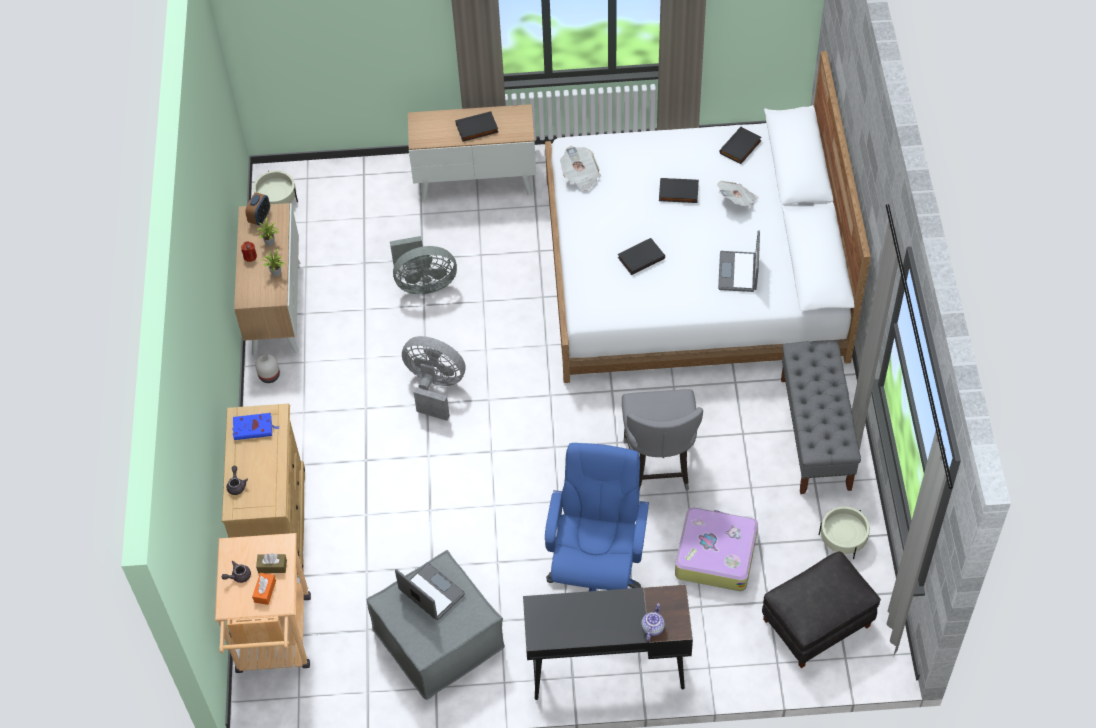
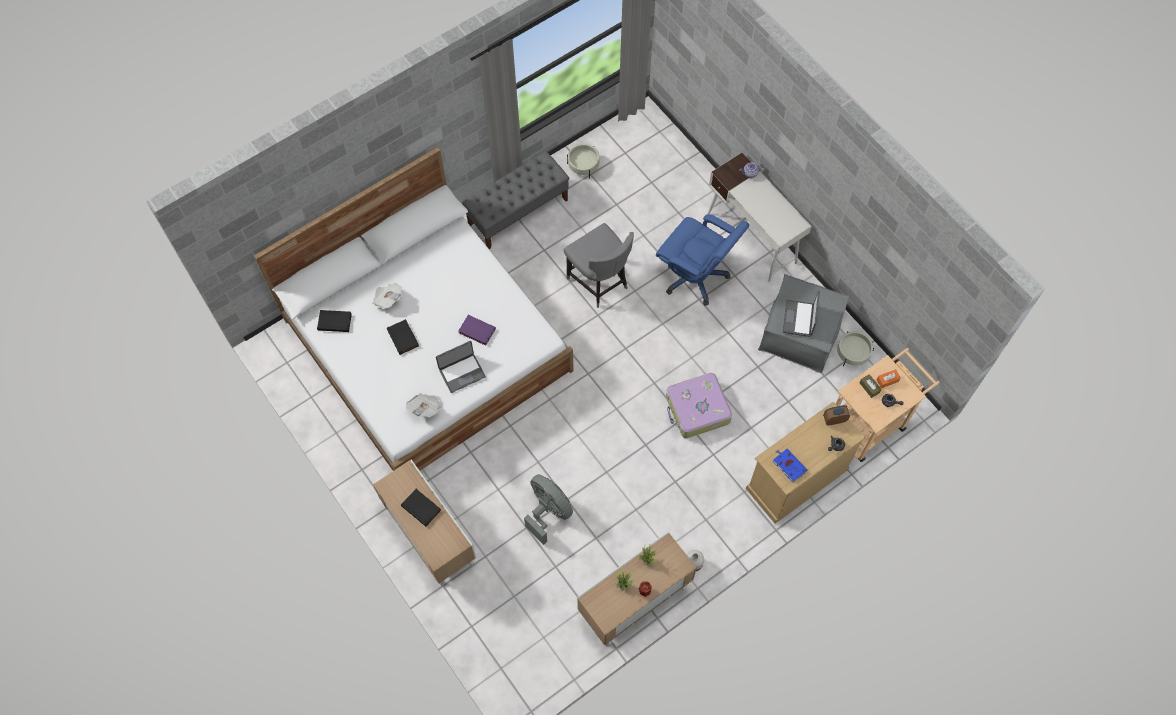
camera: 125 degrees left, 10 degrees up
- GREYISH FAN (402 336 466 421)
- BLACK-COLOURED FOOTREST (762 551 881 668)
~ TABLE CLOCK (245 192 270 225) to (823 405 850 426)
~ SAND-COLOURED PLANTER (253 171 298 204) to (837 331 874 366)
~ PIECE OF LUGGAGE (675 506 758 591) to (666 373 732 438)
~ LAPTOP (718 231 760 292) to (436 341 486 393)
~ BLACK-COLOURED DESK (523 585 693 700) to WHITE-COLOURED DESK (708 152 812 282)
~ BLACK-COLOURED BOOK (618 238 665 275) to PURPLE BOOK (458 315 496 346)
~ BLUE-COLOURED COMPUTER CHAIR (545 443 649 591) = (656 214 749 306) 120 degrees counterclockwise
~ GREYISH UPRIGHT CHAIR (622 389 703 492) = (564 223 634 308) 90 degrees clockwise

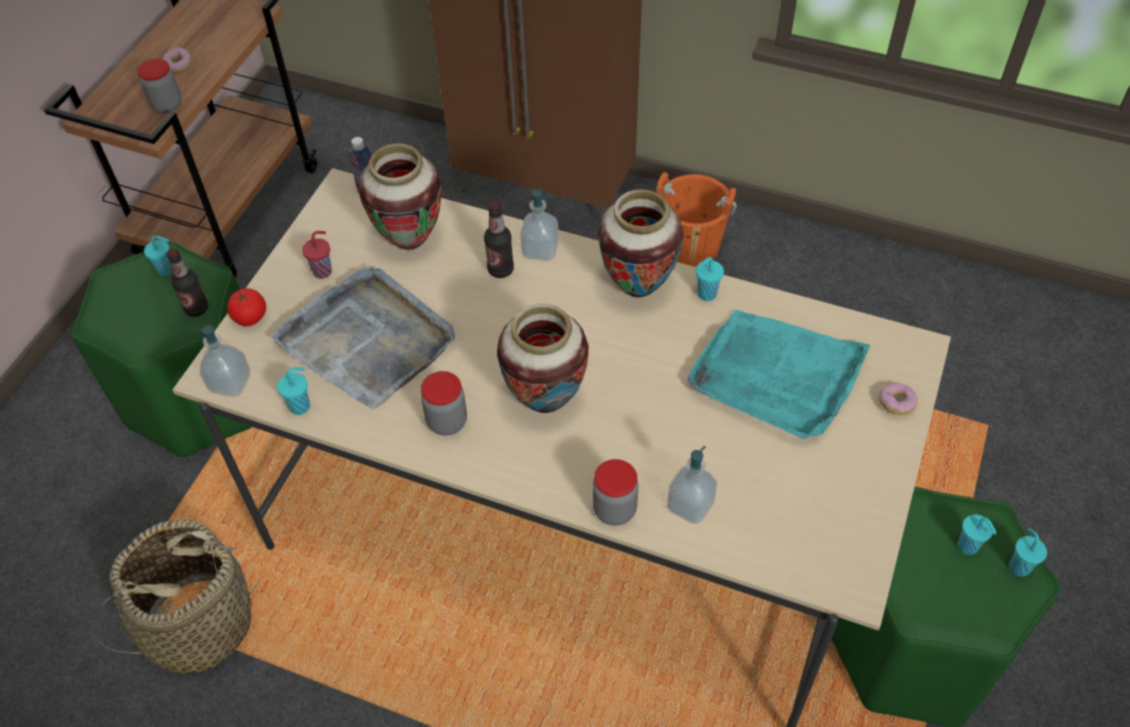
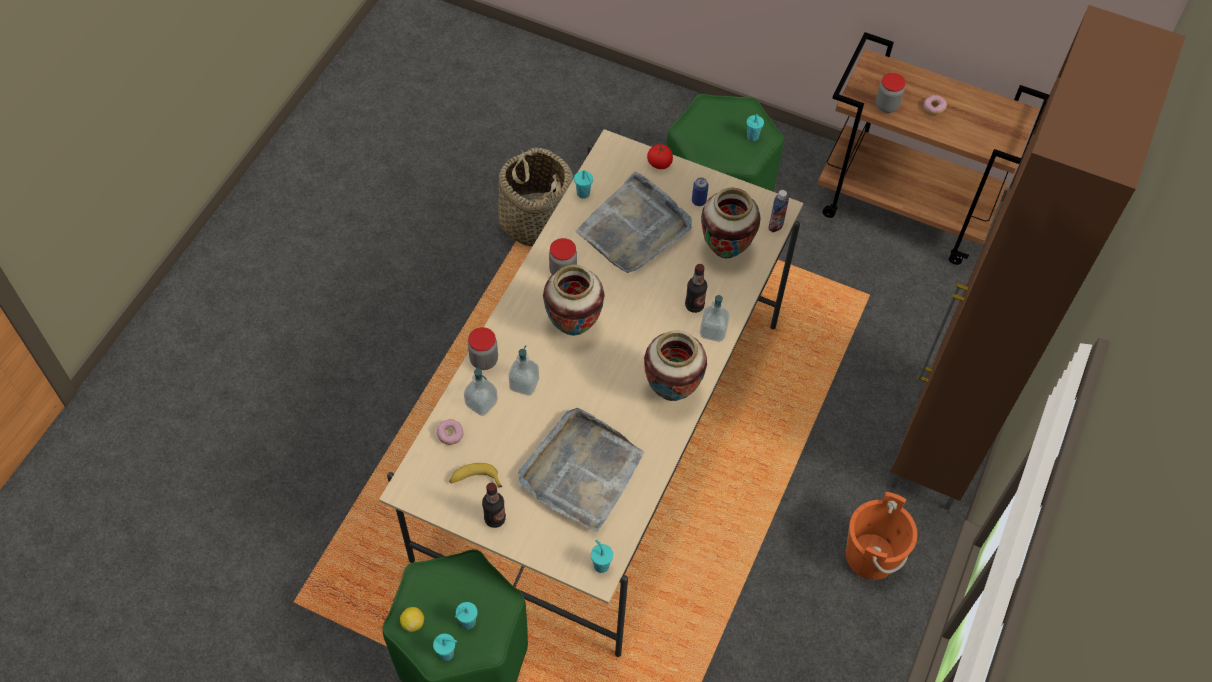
camera: 90 degrees right, 5 degrees up
+ LEMON (400 607 424 632)
+ BANANA (449 463 502 487)
~ BOTTLE (167 248 208 317) to (482 483 506 528)
~ LIQUID SOAP BOTTLE (194 325 250 397) to (509 345 539 395)
~ TURQUOISE-COLOURED SMALL CUP (696 257 724 301) to (591 540 613 573)
~ DONUT (879 383 918 415) to (437 419 463 445)
~ REDDISH SMALL CUP (302 231 332 279) to CAN (692 177 709 206)
~ TURQUOISE-COLOURED TRAY (687 310 870 439) to GREYISH TRAY (518 408 644 532)

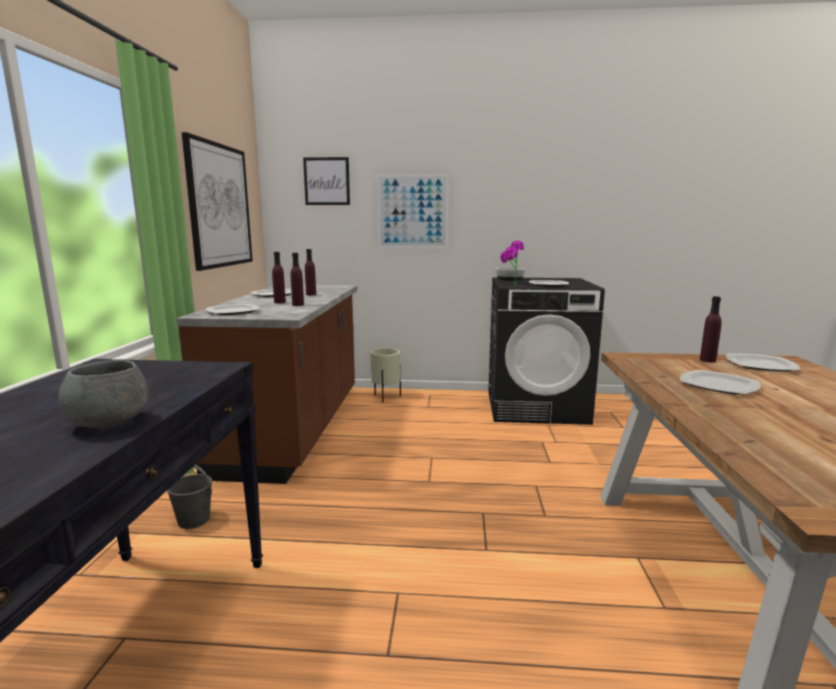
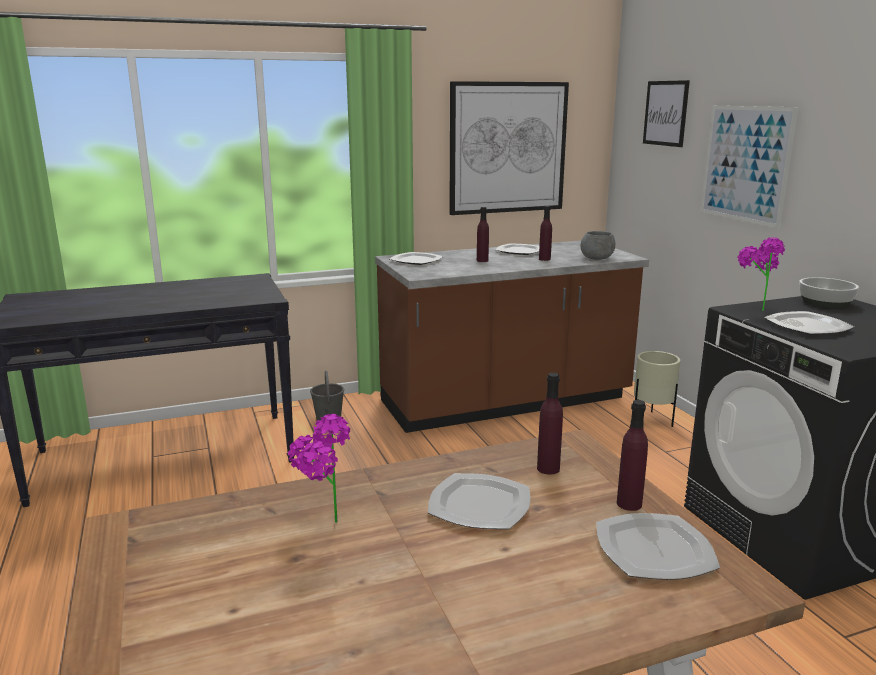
camera: 65 degrees right, 5 degrees up
+ PLANT IN A POT (288 414 350 523)
~ GREYISH DEEP DISH (58 360 149 428) to (581 231 615 260)
~ PURPLE BOTTLE (291 253 304 306) to (537 373 563 475)

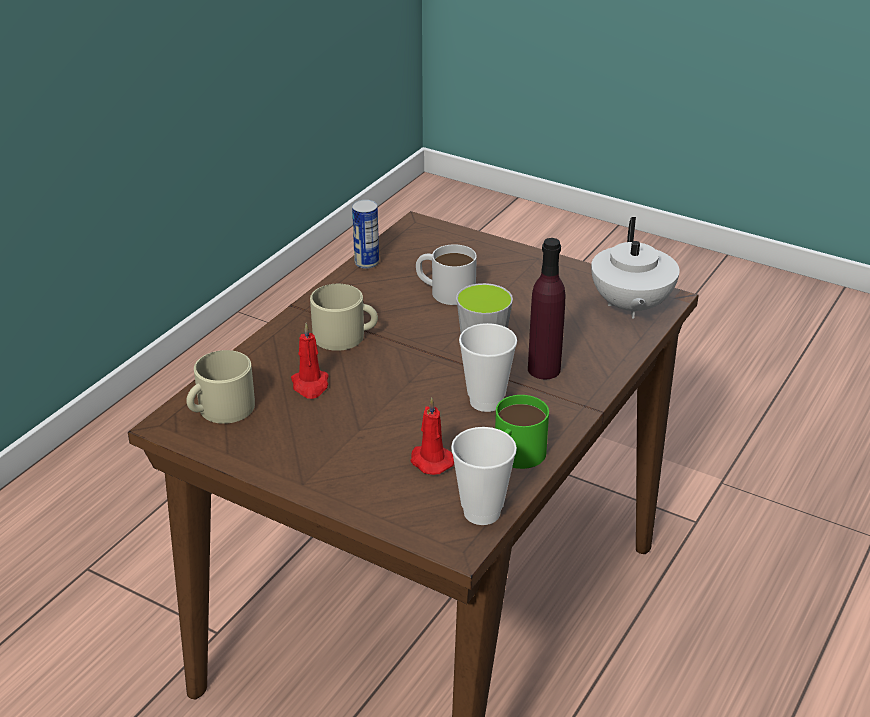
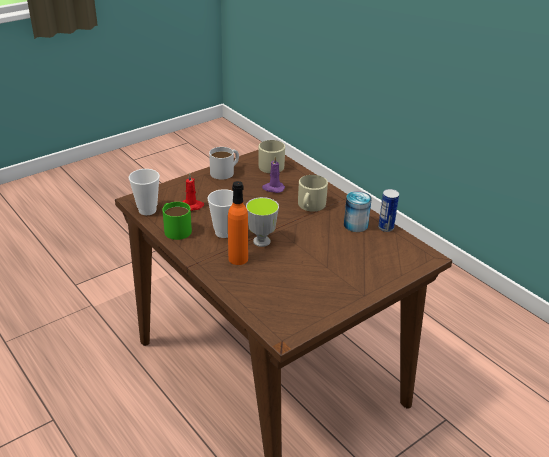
camera: 110 degrees right, 0 degrees up
- WHITE-COLOURED TEA POT (591 217 680 319)
+ CAN (344 191 372 232)
~ WHITE-COLOURED COFFEE MUG (416 244 477 305) to (209 147 239 180)
~ REDDISH WAX LIGHT (291 323 328 399) to PURPLE WAX LIGHT (262 156 285 193)
~ PURPLE BOTTLE (528 238 565 379) to ORANGE-COLOURED BOTTLE (228 181 248 265)

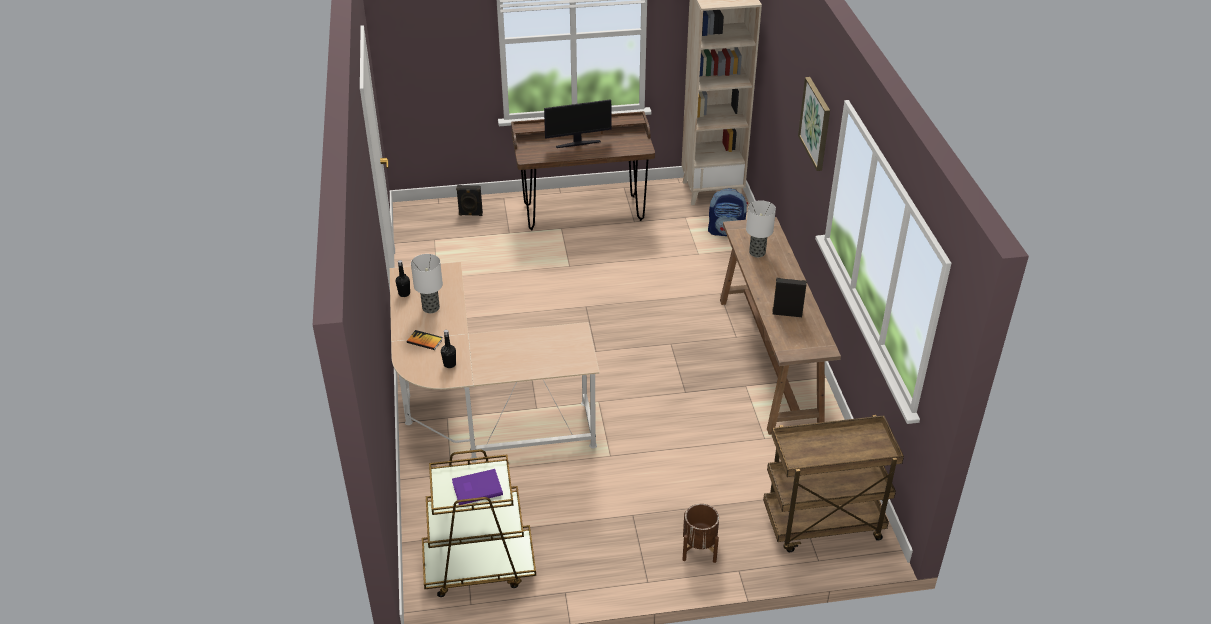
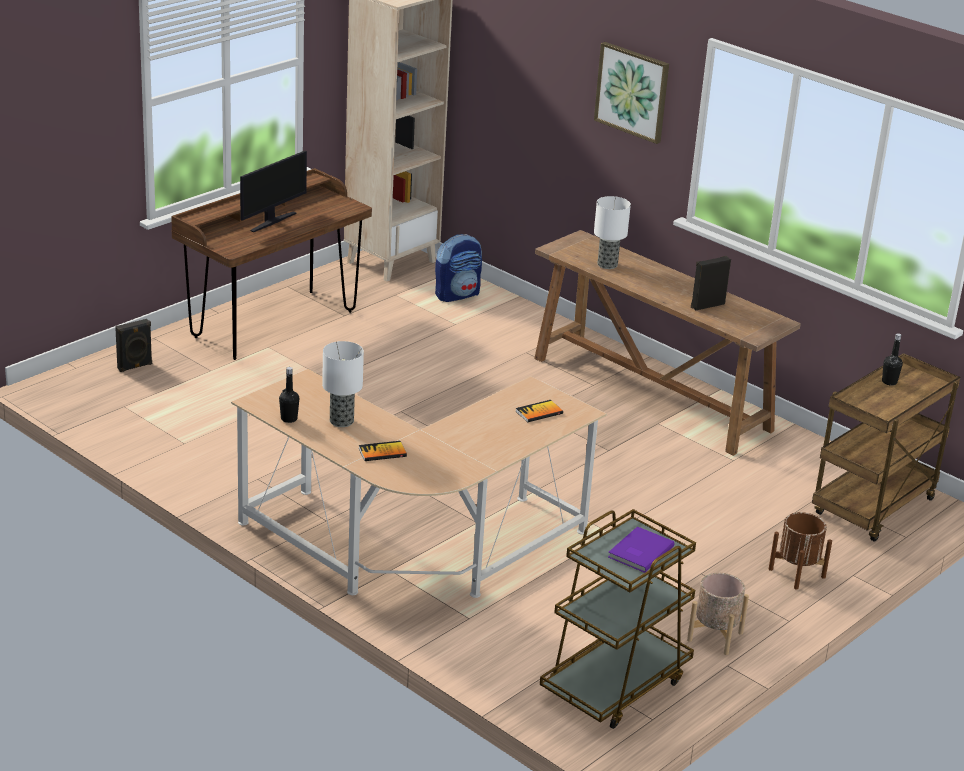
camera: 40 degrees left, 10 degrees down
+ BOOK (515 400 563 422)
+ SAND-COLOURED PLANTER (687 573 749 655)
~ BLACK-COLOURED BOTTLE (441 330 456 368) to (882 333 903 385)

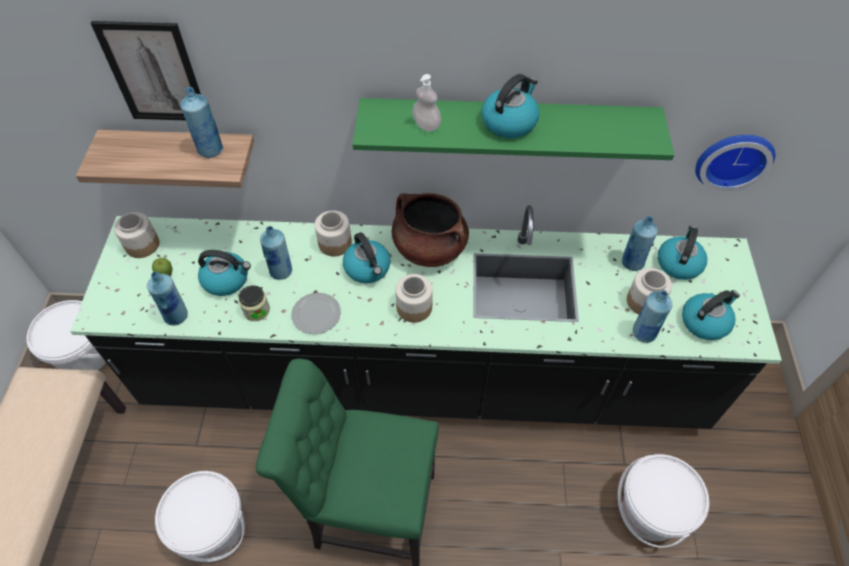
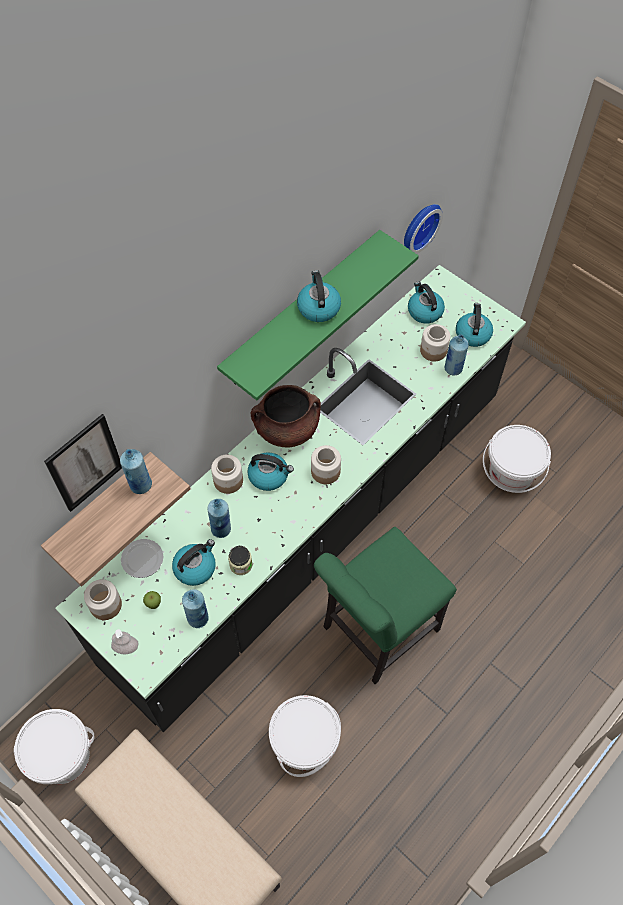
camera: 50 degrees left, 5 degrees up
- BLUE-COLOURED BOTTLE (622 216 658 271)
~ PLATE (291 293 341 334) to (121 539 163 578)
~ LIQUID SOAP BOTTLE (412 74 441 132) to (111 629 139 654)

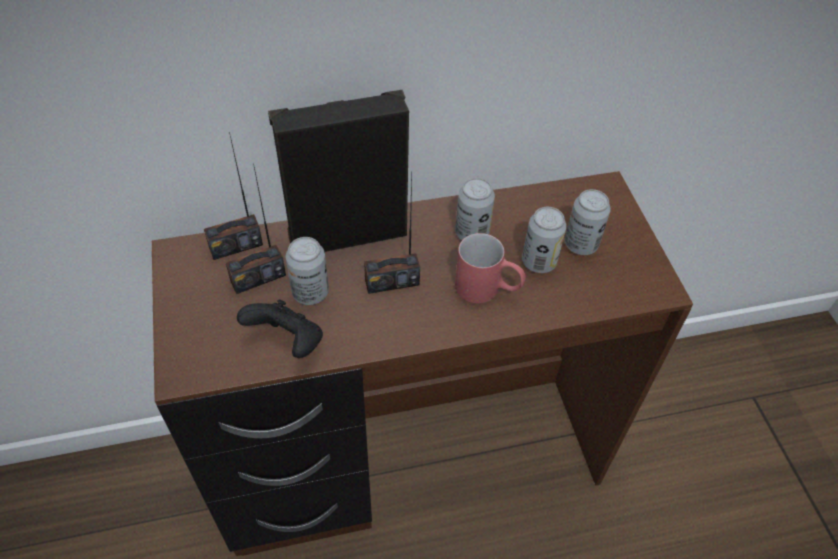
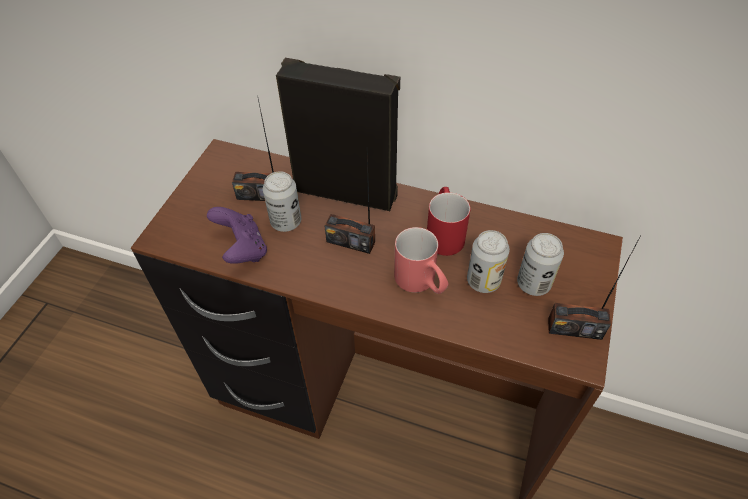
camera: 35 degrees right, 0 degrees up
~ RADIO RECEIVER (204 132 263 260) to (548 235 641 340)
~ CAN (455 178 495 240) to REDDISH COFFEE MUG (427 187 470 256)
~ BLACK-COLOURED GAMEPAD (237 300 323 358) to PURPLE GAMEPAD (207 207 267 264)

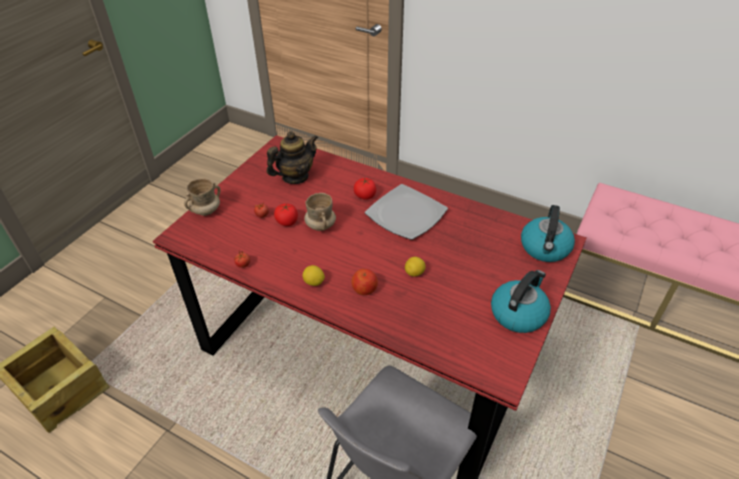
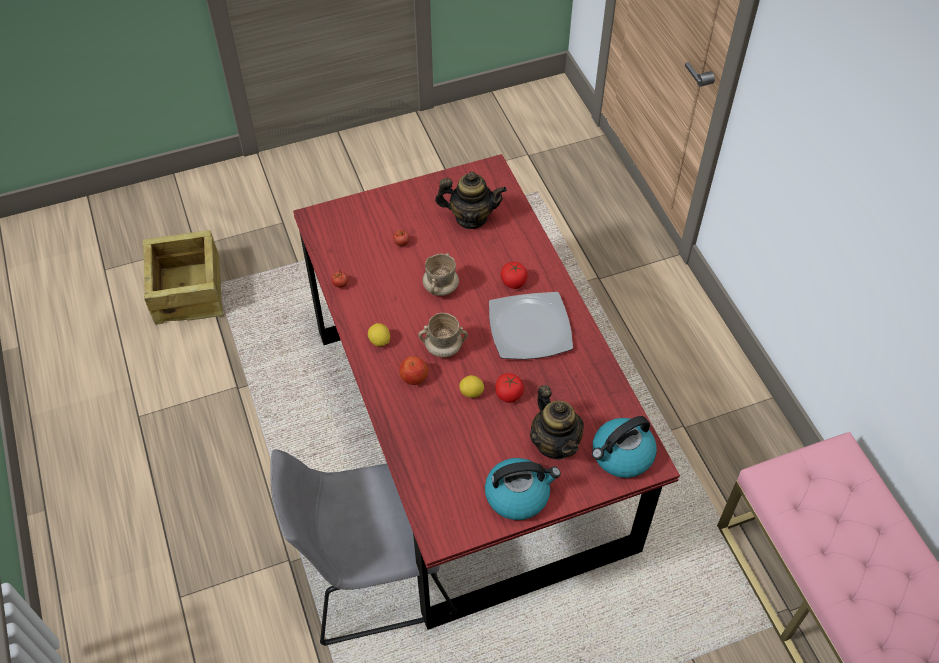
camera: 40 degrees right, 10 degrees up
+ TEA POT (530 385 584 459)
~ SAND-COLOURED COFFEE MUG (184 178 220 216) to (418 313 468 357)
~ WHOLE TOMATO (274 203 298 226) to (495 373 524 403)

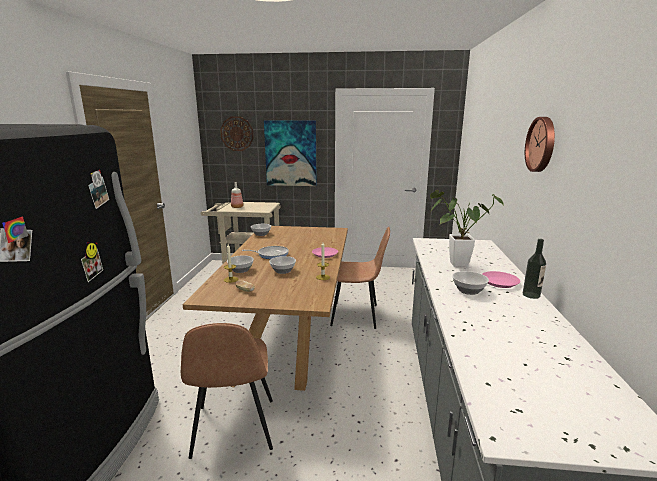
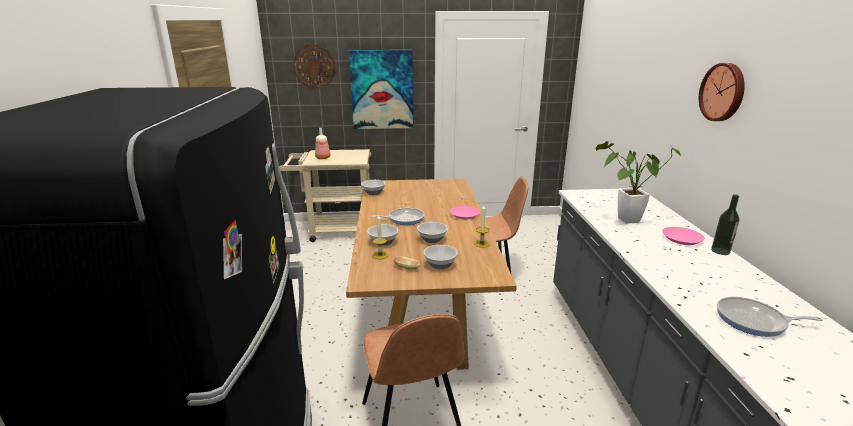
camera: 10 degrees left, 5 degrees up
+ FRYING PAN (717 297 823 337)
~ DEEP DISH (452 271 489 295) to (424 245 458 269)

